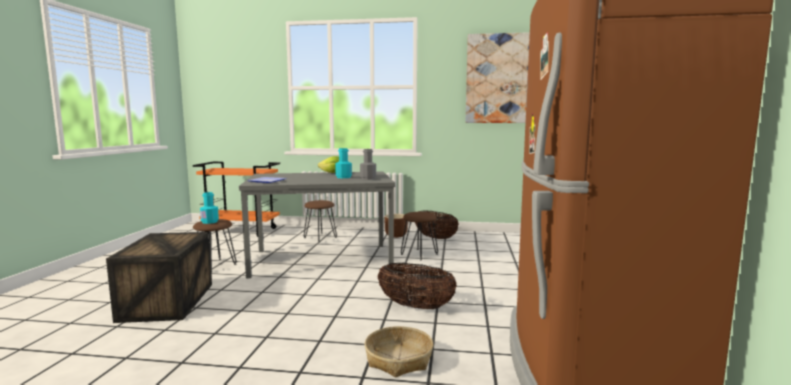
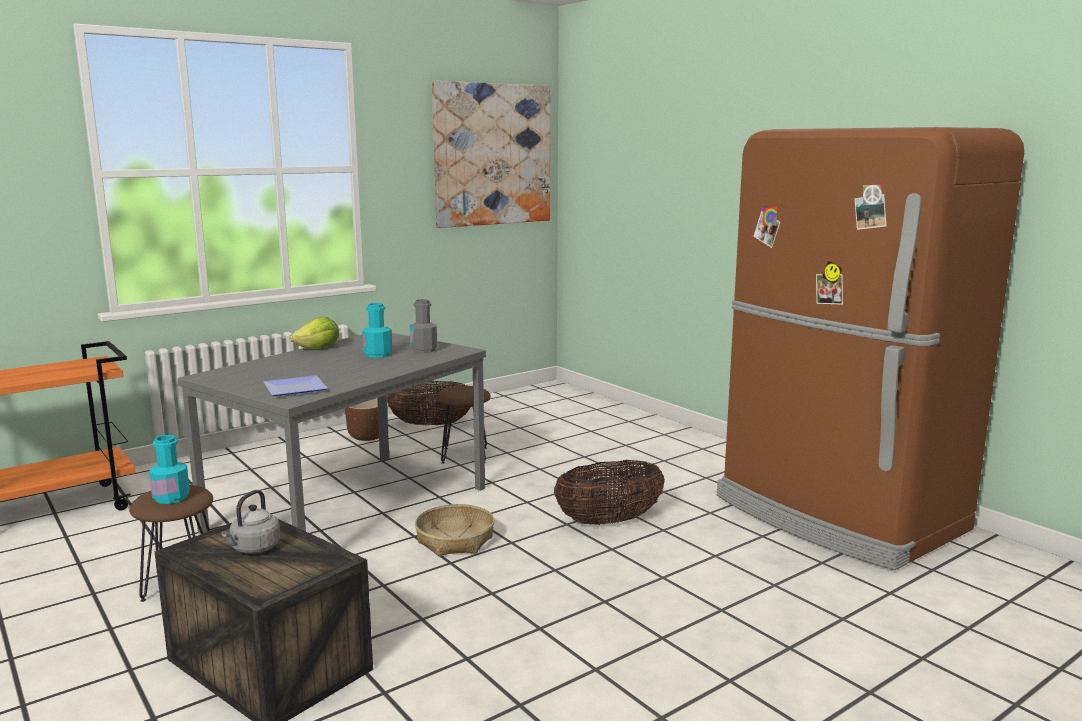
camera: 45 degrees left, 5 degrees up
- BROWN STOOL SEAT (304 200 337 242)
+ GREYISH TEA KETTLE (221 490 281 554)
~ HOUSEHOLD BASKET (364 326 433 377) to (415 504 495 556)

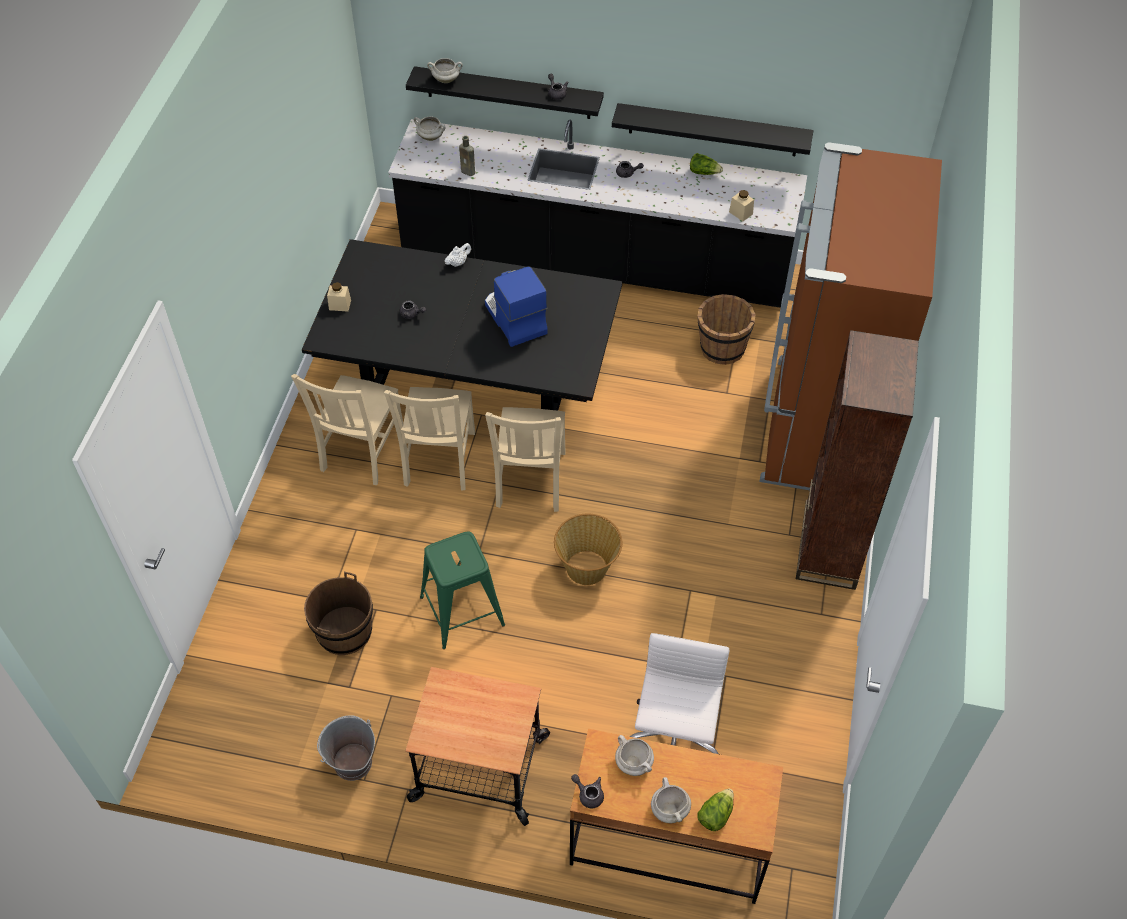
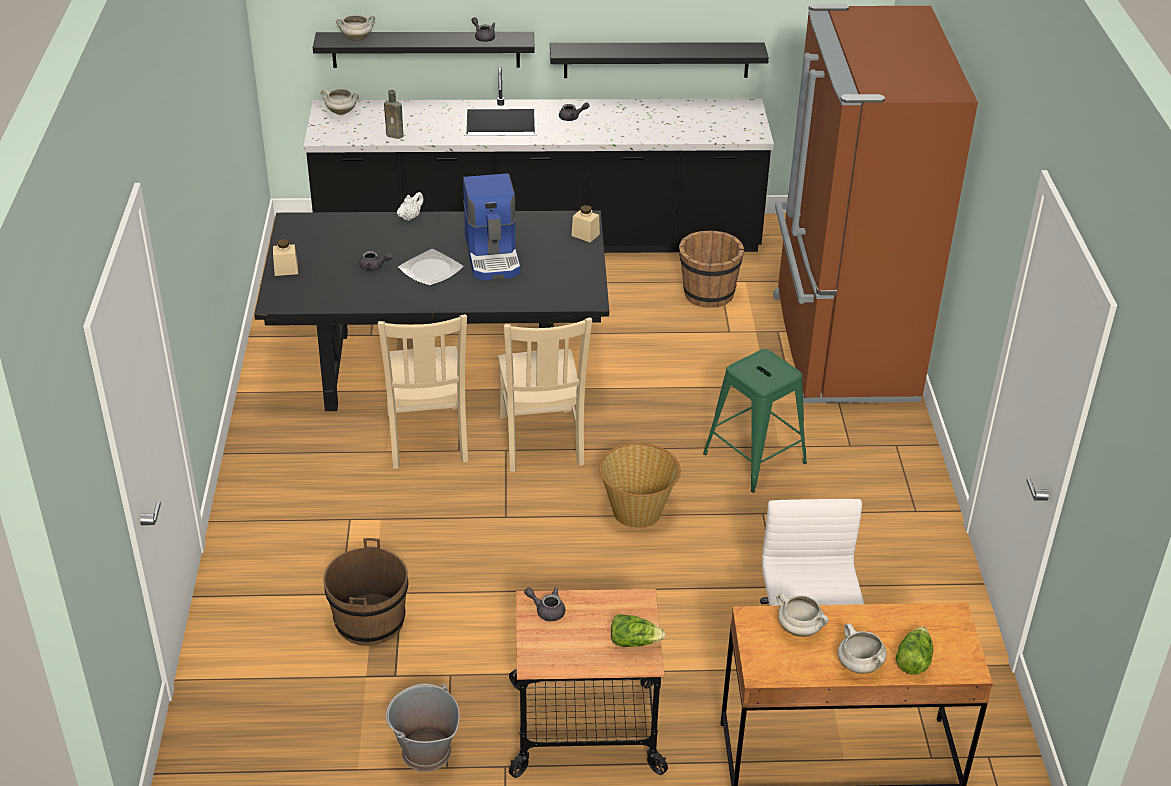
camera: 15 degrees left, 15 degrees down
- SAND-COLOURED UPRIGHT CHAIR (291 374 403 485)
- BROWN BOOKSHELF (796 330 919 590)
+ PLATE (398 249 464 286)
~ GREEN-COLOURED STOOL SEAT (420 531 505 649) to (703 349 807 493)
~ GREYISH TEA POT (571 774 604 808) to (524 587 565 621)
~ HEAD OF LETTUCE (690 153 723 175) to (611 614 666 647)
~ SAND-COLOURED JAR (729 190 754 221) to (571 205 600 243)
~ COFFEE MAKER (485 267 547 347) = (463 173 520 281) 150 degrees counterclockwise

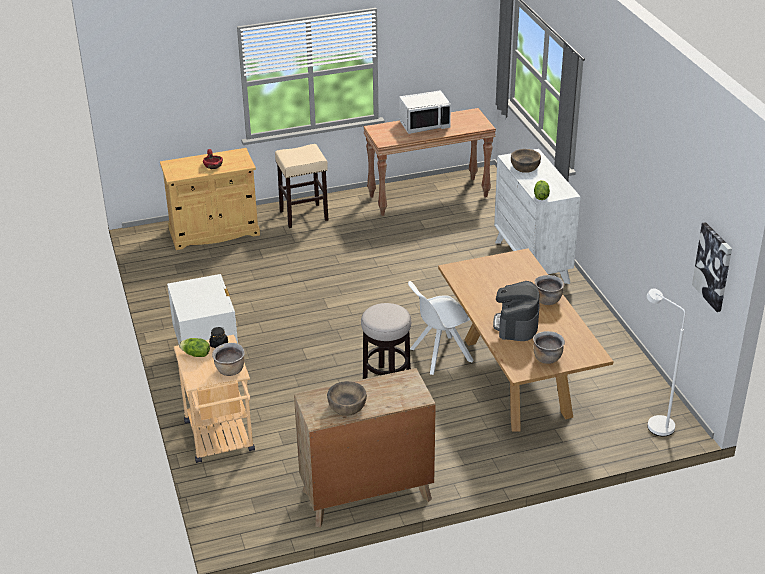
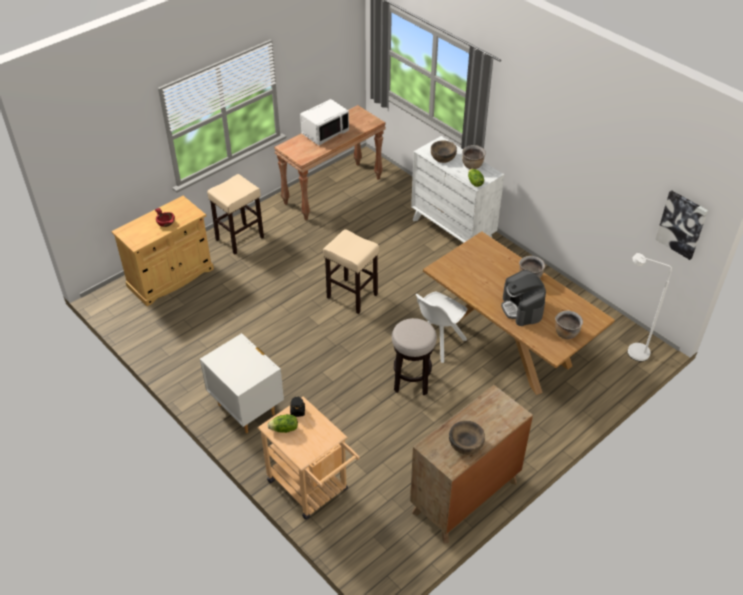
camera: 25 degrees left, 10 degrees up
+ SAND-COLOURED STOOL SEAT (323 229 379 314)
~ BROWN STOCKPOT (212 343 245 376) to (462 145 486 169)

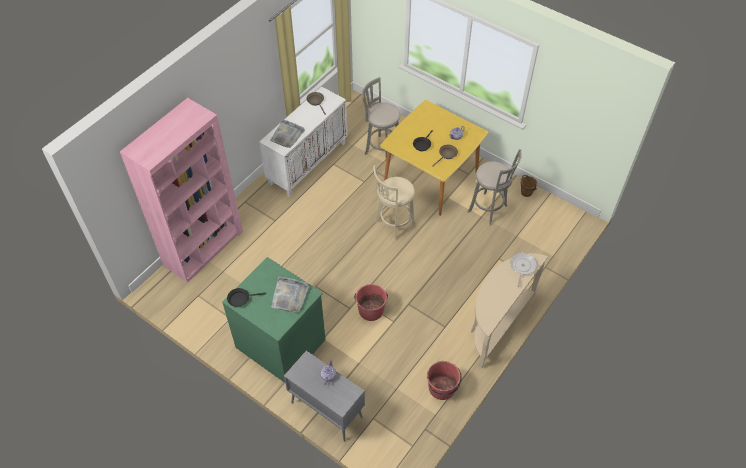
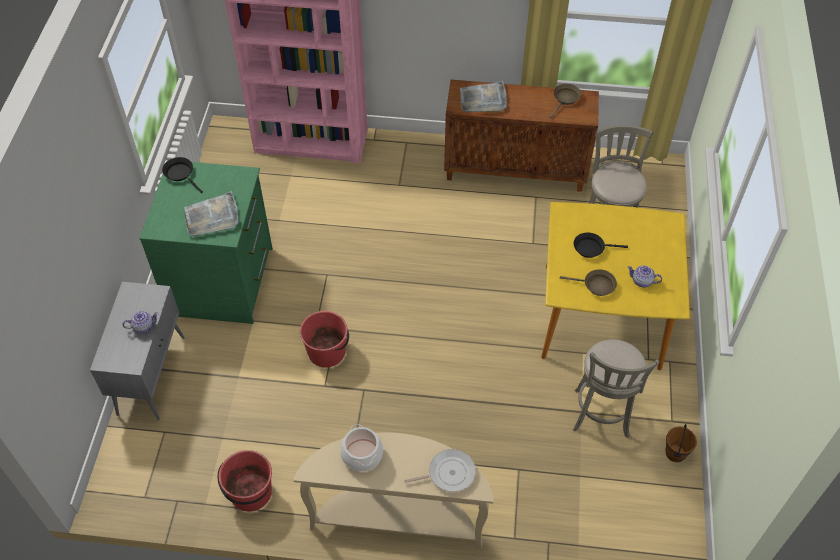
camera: 60 degrees right, 0 degrees up
- SAND-COLOURED STOOL SEAT (373 165 416 241)
+ STOCKPOT (340 424 383 471)
~ WHITE-COLOURED STORAGE CABINET (259 86 347 197) to BROWN STORAGE CABINET (444 80 599 192)

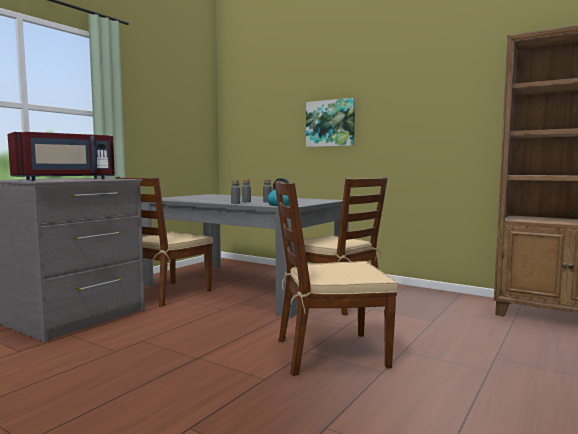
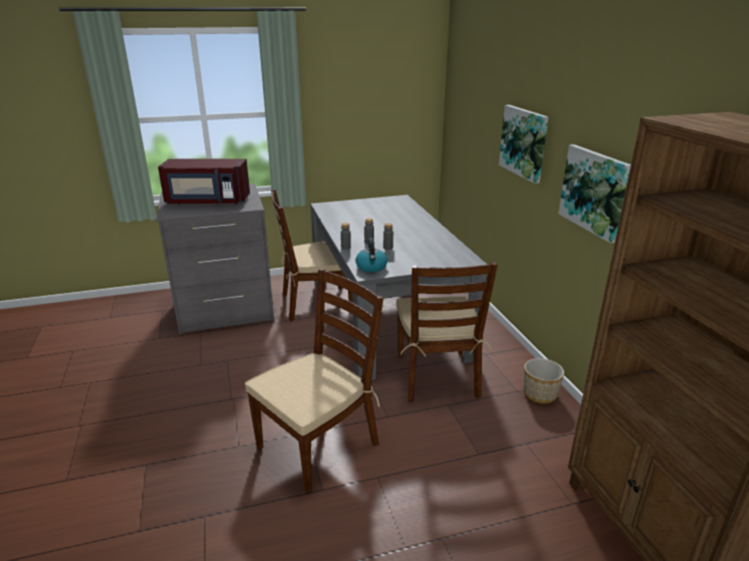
camera: 40 degrees right, 20 degrees up
+ PLANTER (524 358 564 404)
+ WALL ART (558 144 631 243)
~ BROWN UPRIGHT CHAIR (274 180 398 376) = (245 269 384 493) 105 degrees clockwise

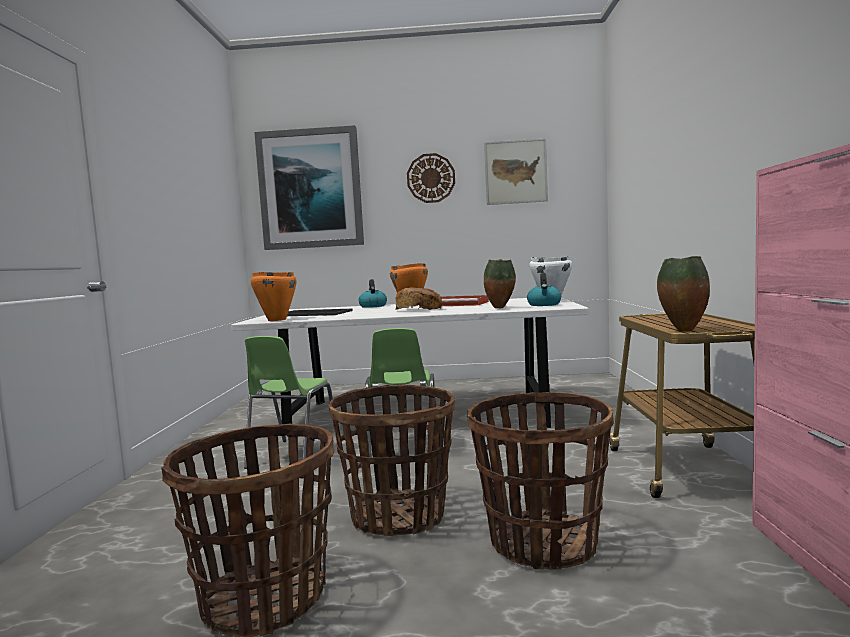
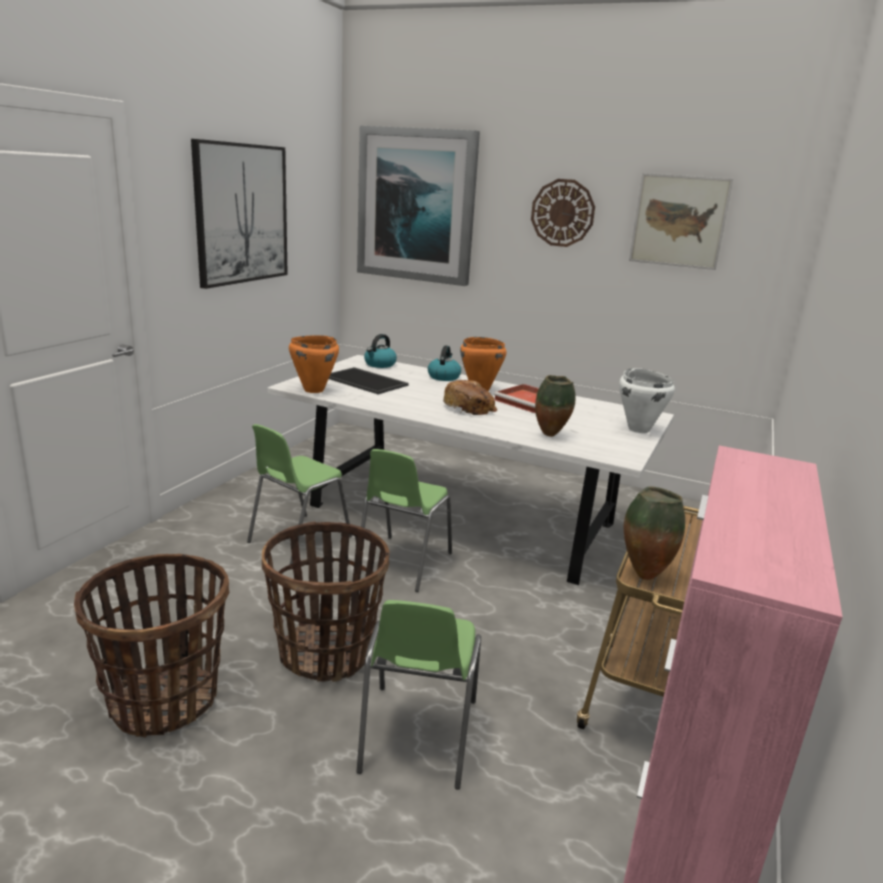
camera: 20 degrees right, 15 degrees up
+ WALL ART (191 139 288 289)
~ TEA KETTLE (527 273 561 306) to (364 334 397 368)
~ HOUSEHOLD BASKET (467 392 614 569) to GREEN-COLOURED UPRIGHT CHAIR (356 600 481 790)

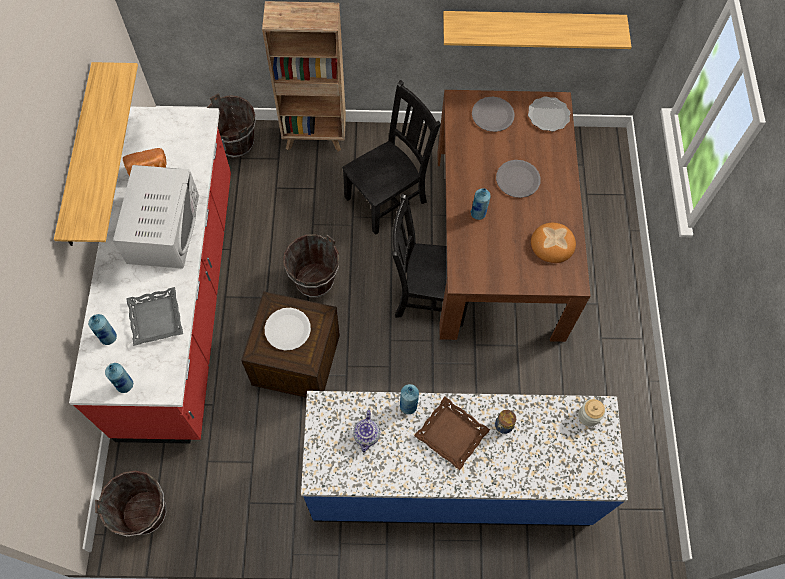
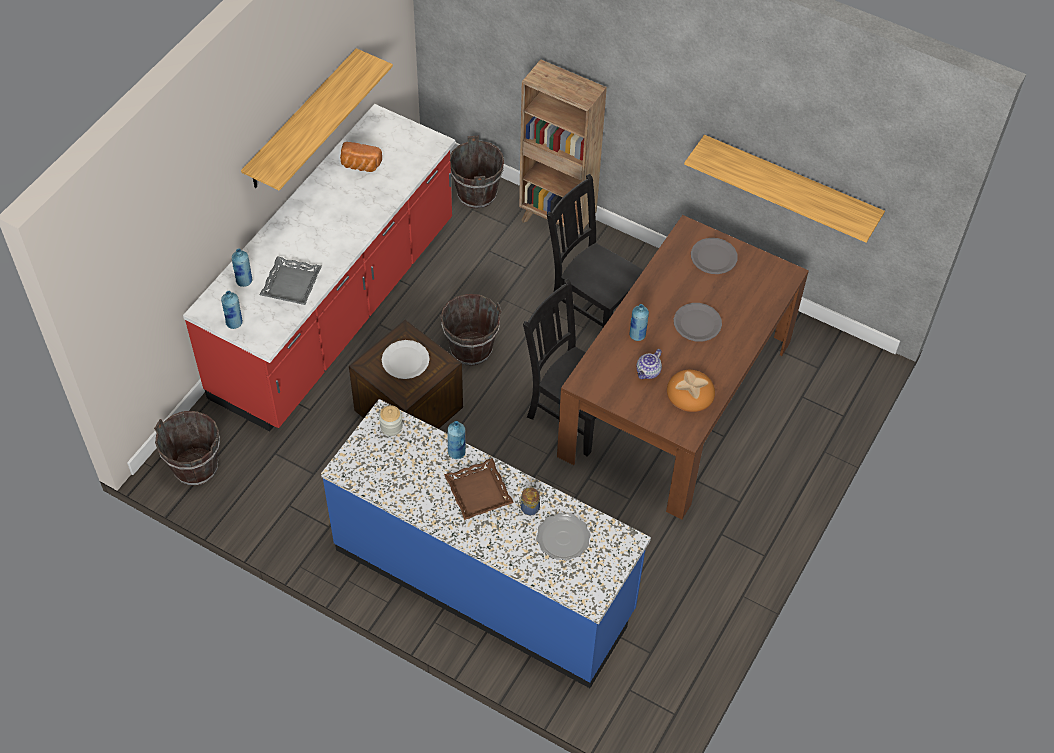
camera: 30 degrees right, 10 degrees down
- WHITE-COLOURED MICROWAVE (113 165 199 269)
~ TEA POT (353 410 380 453) to (636 349 662 379)
~ PLATE (528 96 570 132) to (536 513 591 561)
~ JAR (578 399 605 427) to (379 405 403 436)
~ BLACK-COLOURED UPRIGHT CHAIR (342 80 441 235) = (547 174 643 327) 135 degrees counterclockwise

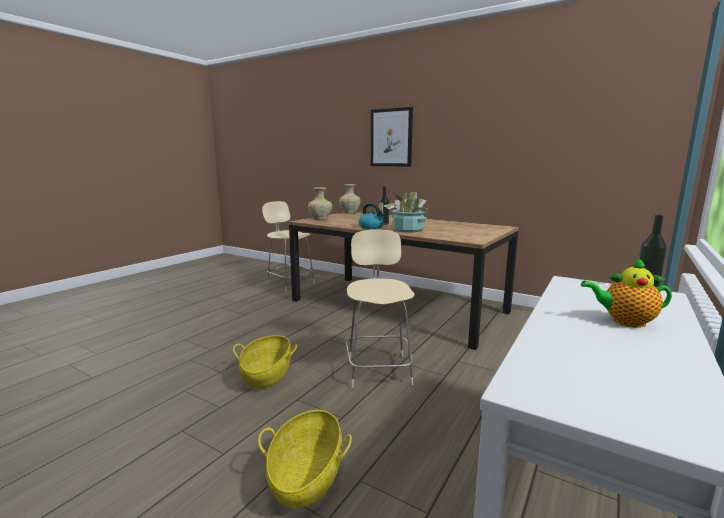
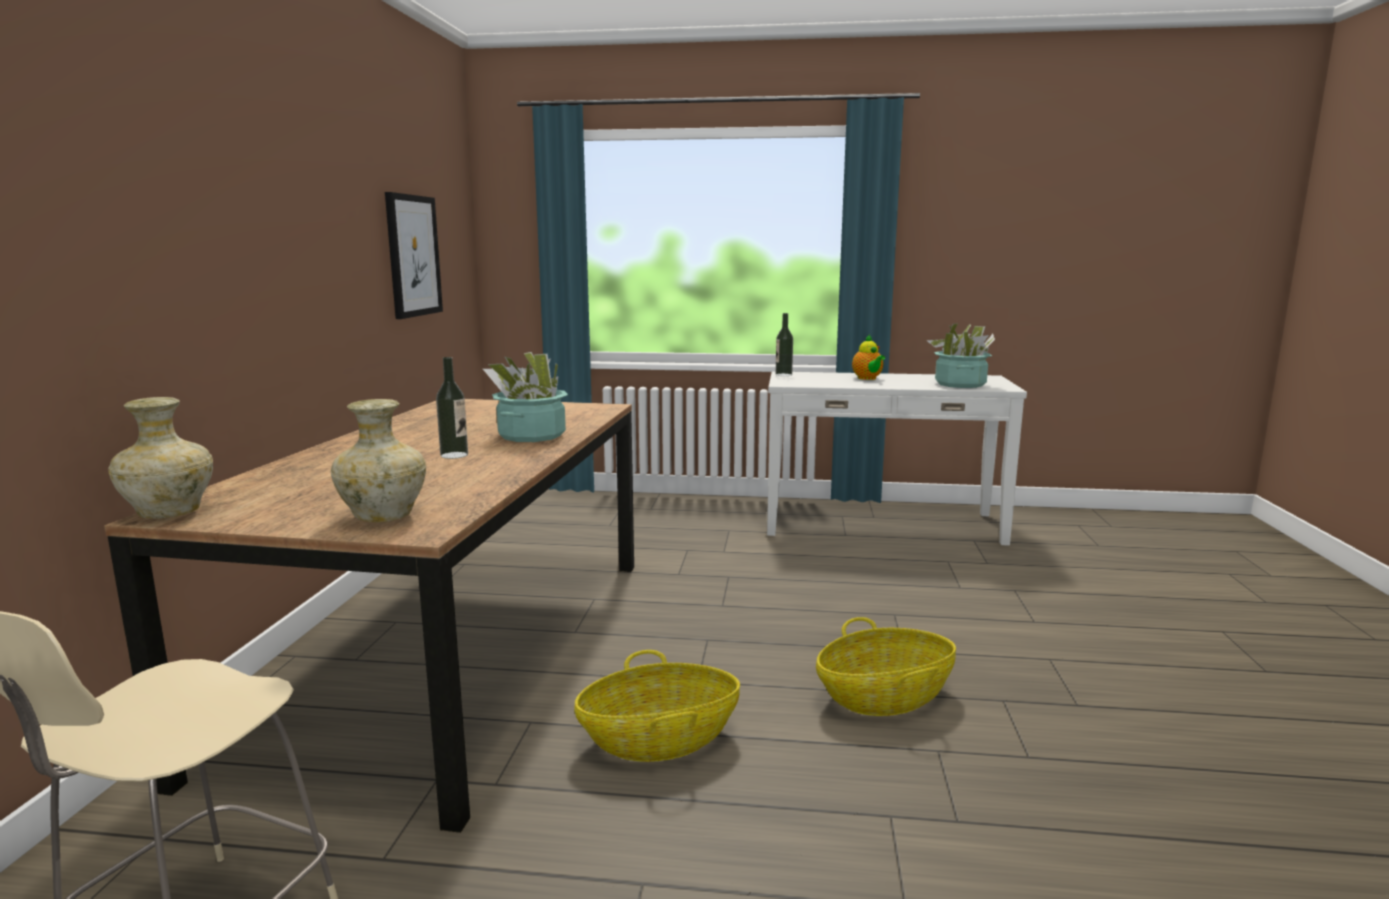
camera: 115 degrees left, 0 degrees up
- SAND-COLOURED UPRIGHT CHAIR (346 230 415 388)
- TEA KETTLE (359 203 385 229)
+ PLANT IN A POT (926 323 995 388)
~ HOUSEHOLD BASKET (258 410 352 509) to (574 650 740 762)
~ WALL ART (371 107 413 167) to (385 192 443 319)

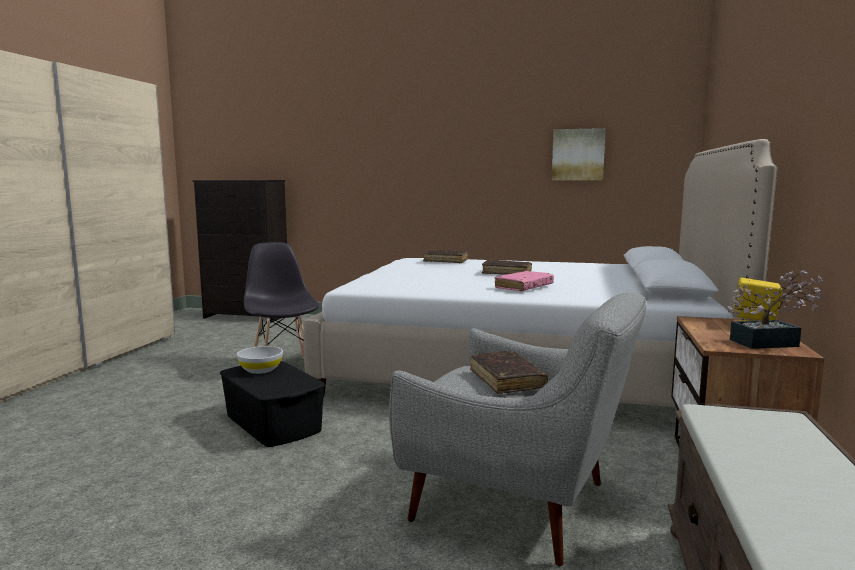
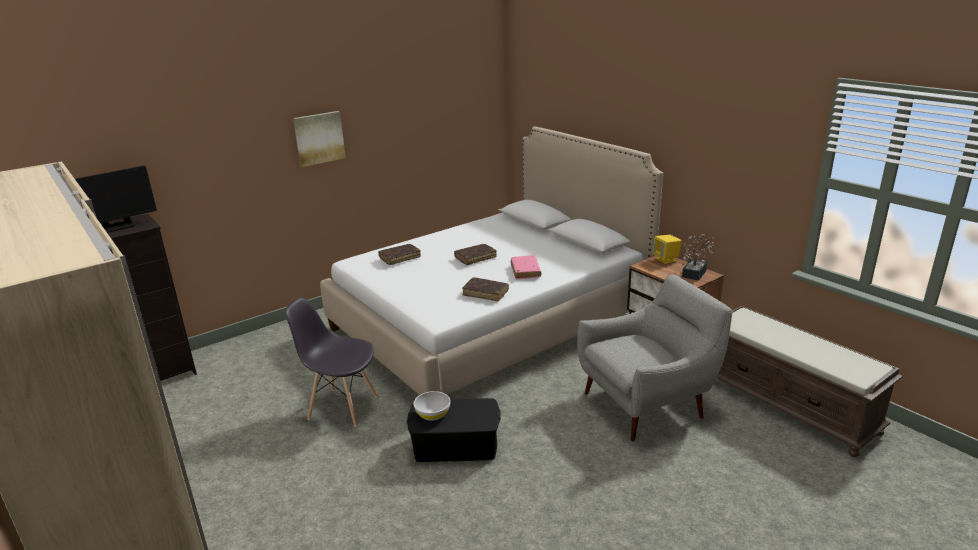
camera: 50 degrees left, 15 degrees up
+ COMPUTER SCREEN (75 165 157 233)
~ BROWN BOOK (470 351 548 394) to (462 277 509 301)
~ WALL ART (552 128 606 180) to (293 111 346 167)

